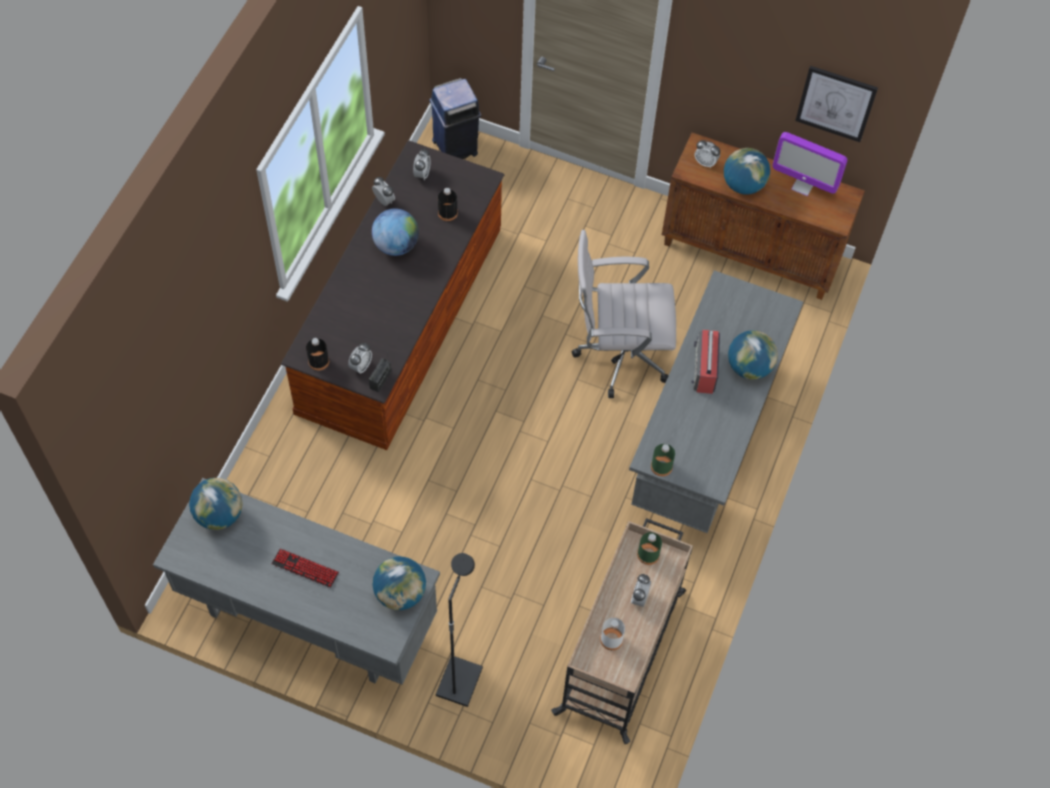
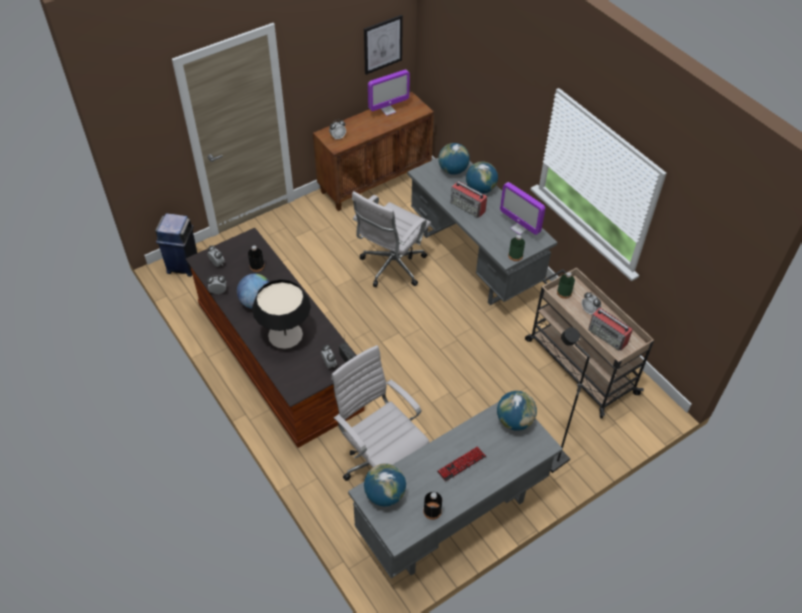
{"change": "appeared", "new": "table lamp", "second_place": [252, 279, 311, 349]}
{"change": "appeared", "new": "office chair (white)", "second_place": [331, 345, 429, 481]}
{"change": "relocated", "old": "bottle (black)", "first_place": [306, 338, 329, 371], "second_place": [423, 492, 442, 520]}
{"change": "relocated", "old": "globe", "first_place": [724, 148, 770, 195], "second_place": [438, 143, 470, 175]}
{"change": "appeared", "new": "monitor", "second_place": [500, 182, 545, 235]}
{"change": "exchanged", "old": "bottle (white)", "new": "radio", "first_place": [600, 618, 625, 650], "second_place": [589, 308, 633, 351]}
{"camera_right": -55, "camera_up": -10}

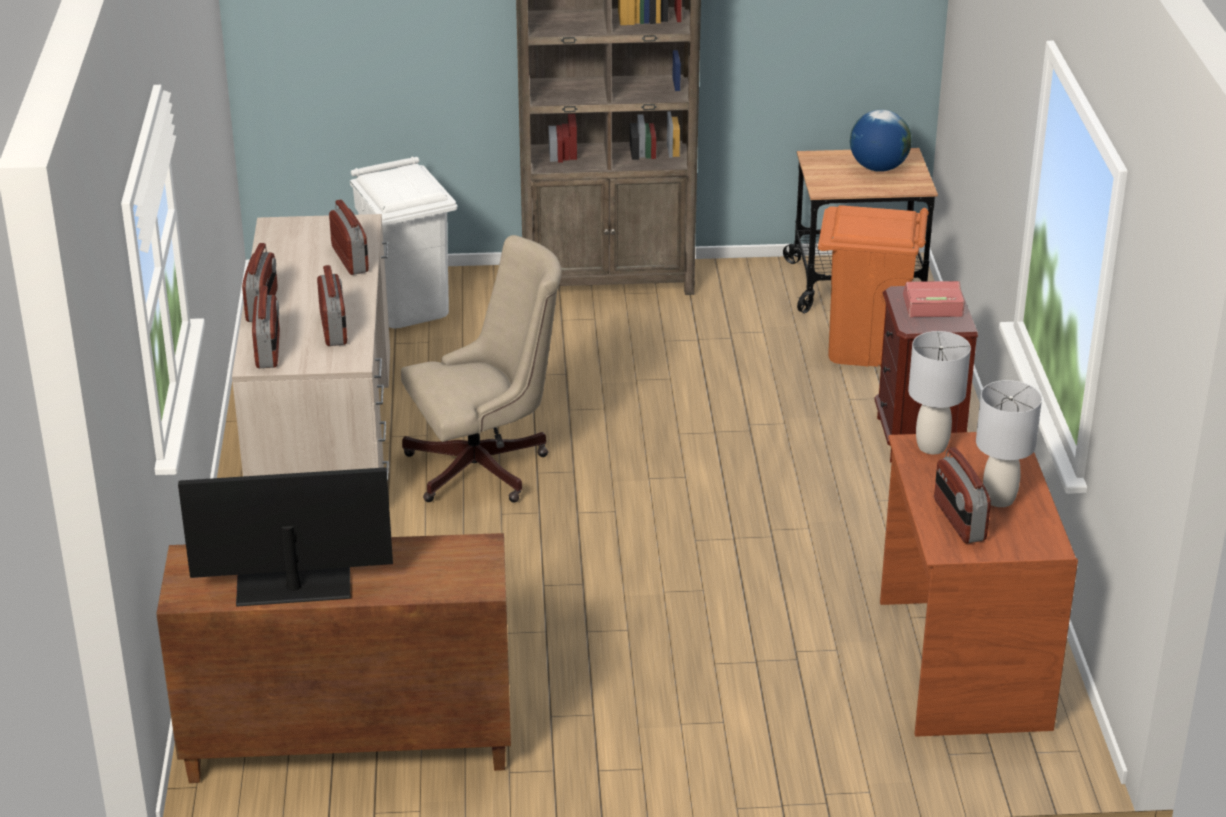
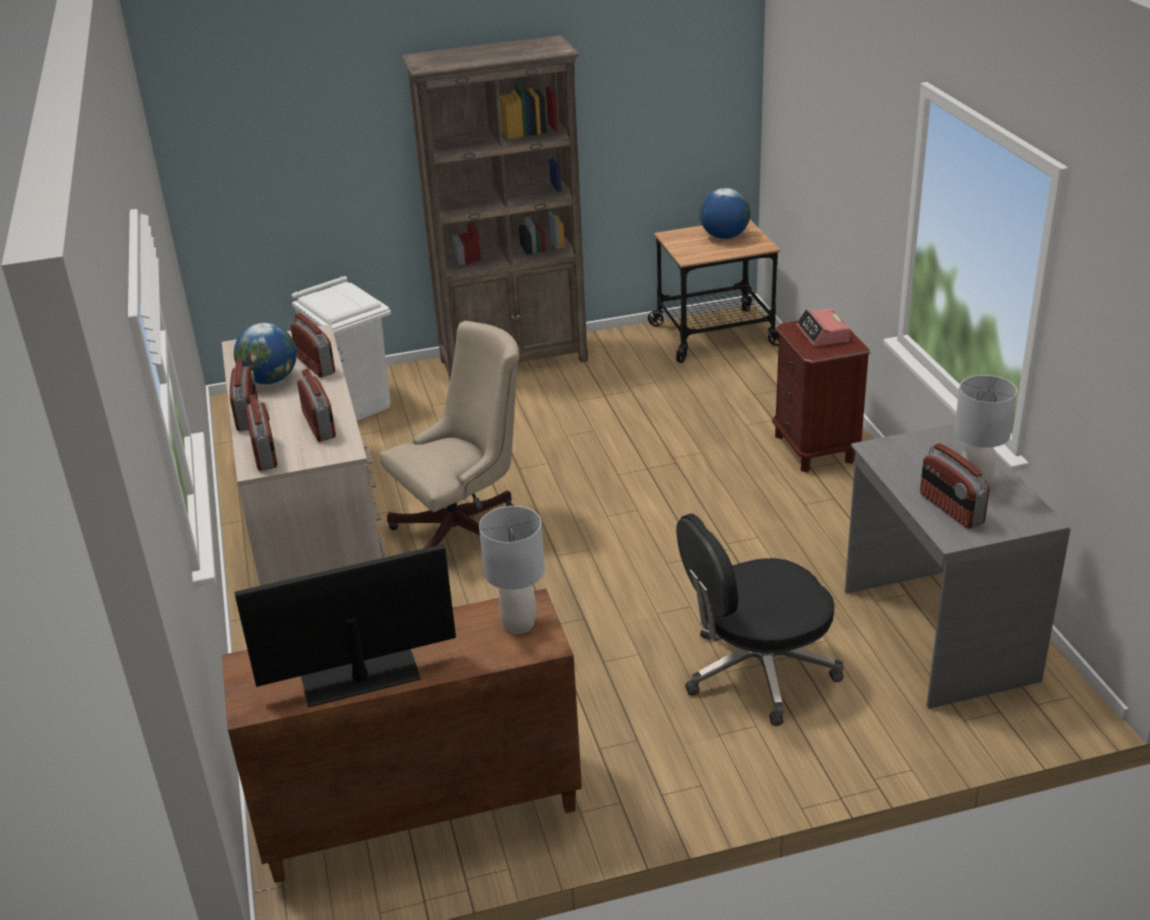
{"change": "appeared", "new": "globe", "second_place": [234, 323, 297, 384]}
{"change": "relocated", "old": "table lamp (grey)", "first_place": [908, 331, 971, 454], "second_place": [479, 506, 545, 634]}
{"change": "appeared", "new": "office chair (black)", "second_place": [676, 513, 844, 726]}
{"change": "spun", "old": "alarm clock", "first_place": [903, 281, 965, 317], "second_place": [796, 308, 850, 347], "degrees": -90}
{"change": "colour", "old": "desk (brown)", "new": "desk (grey)", "first_place": [880, 432, 1078, 737], "second_place": [845, 424, 1071, 709]}
{"change": "missing", "old": "trash can (orange)", "first_place": [818, 205, 929, 367]}
{"camera_right": -10, "camera_up": 0}

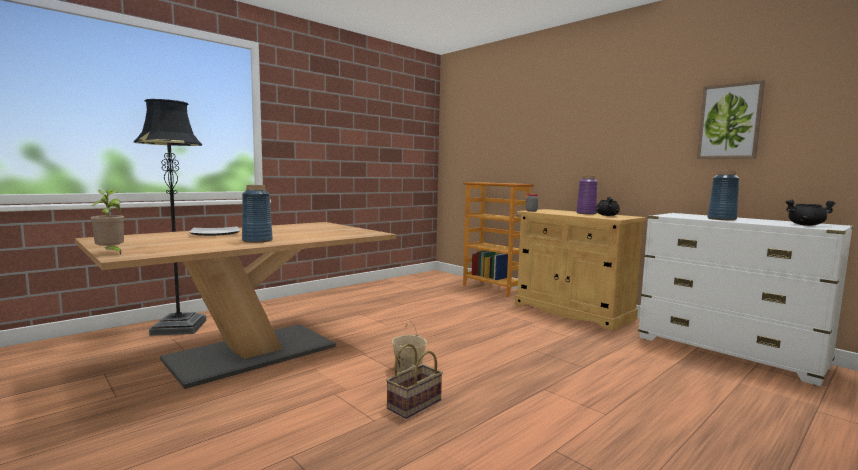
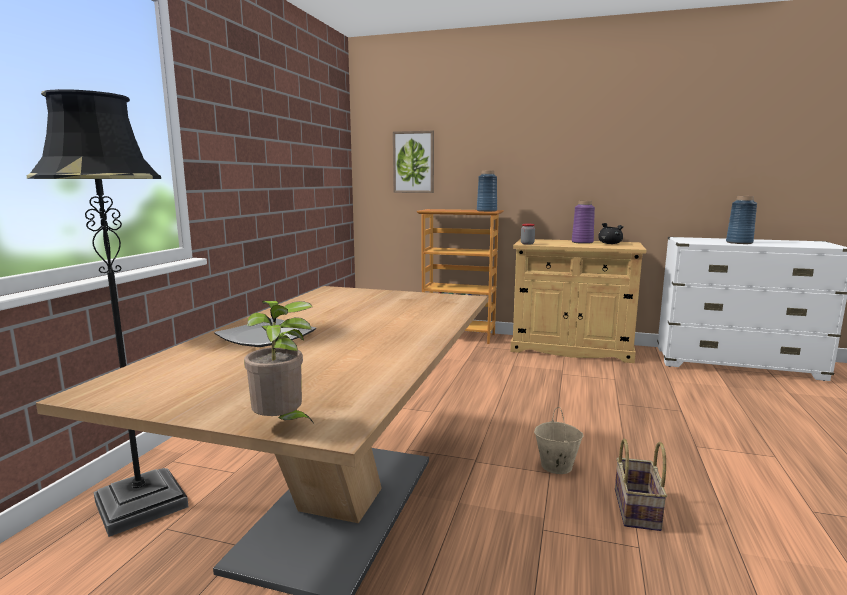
{"change": "relocated", "old": "picture", "first_place": [697, 80, 765, 159], "second_place": [393, 131, 434, 193]}
{"change": "relocated", "old": "vase (blue)", "first_place": [242, 185, 273, 243], "second_place": [477, 170, 497, 212]}
{"change": "missing", "old": "cooking pot (black)", "first_place": [785, 199, 836, 226]}
{"camera_right": -30, "camera_up": 5}

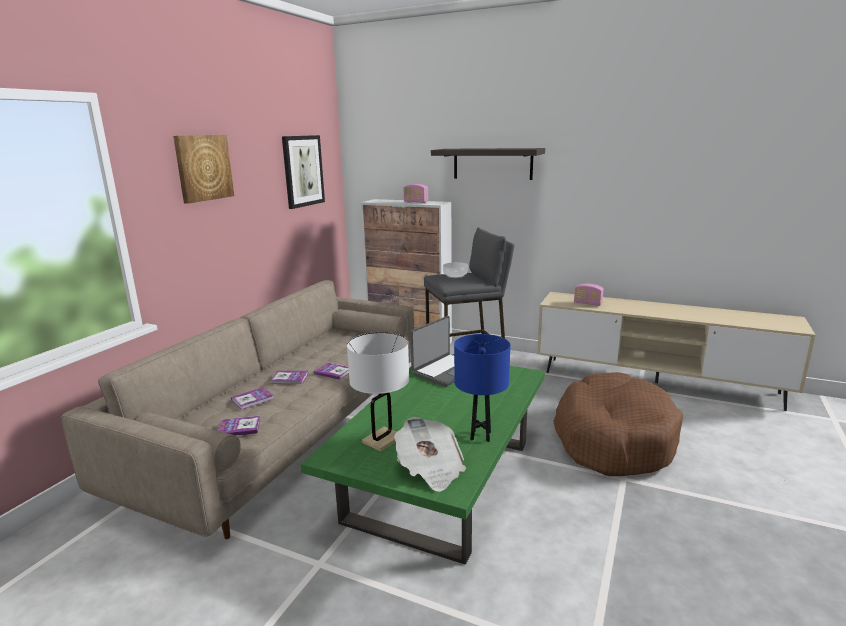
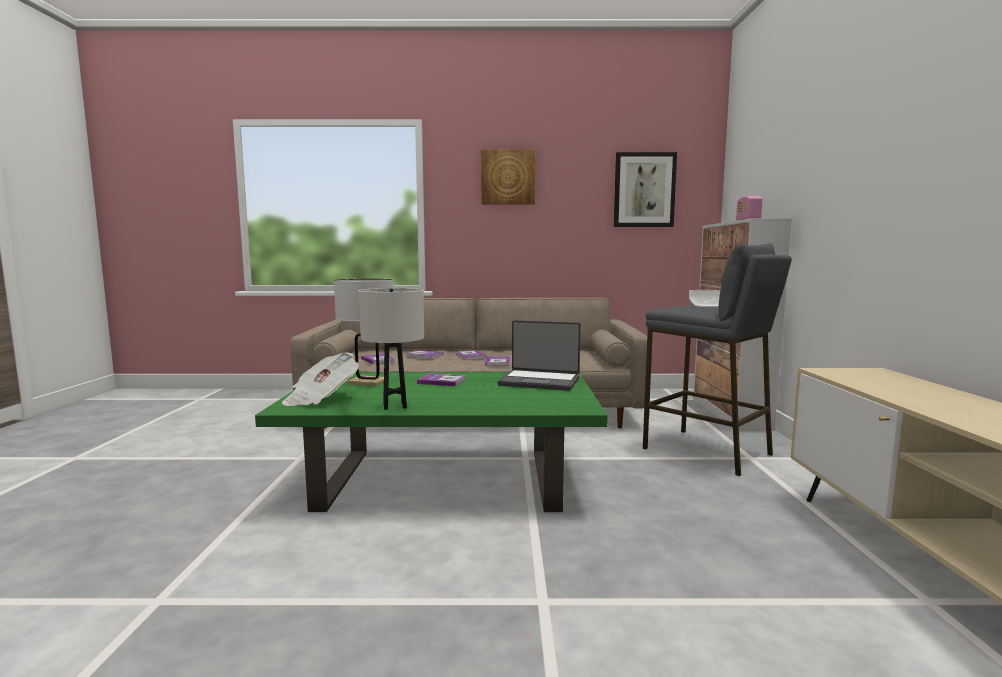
{"change": "colour", "old": "table lamp (blue)", "new": "table lamp (white)", "first_place": [454, 334, 511, 442], "second_place": [359, 288, 424, 410]}
{"change": "appeared", "new": "book", "second_place": [417, 374, 465, 386]}
{"change": "missing", "old": "shelf", "first_place": [431, 148, 545, 180]}
{"change": "missing", "old": "dog bed (brown)", "first_place": [553, 372, 683, 476]}
{"change": "missing", "old": "radio", "first_place": [574, 283, 604, 306]}
{"camera_right": 65, "camera_up": -10}

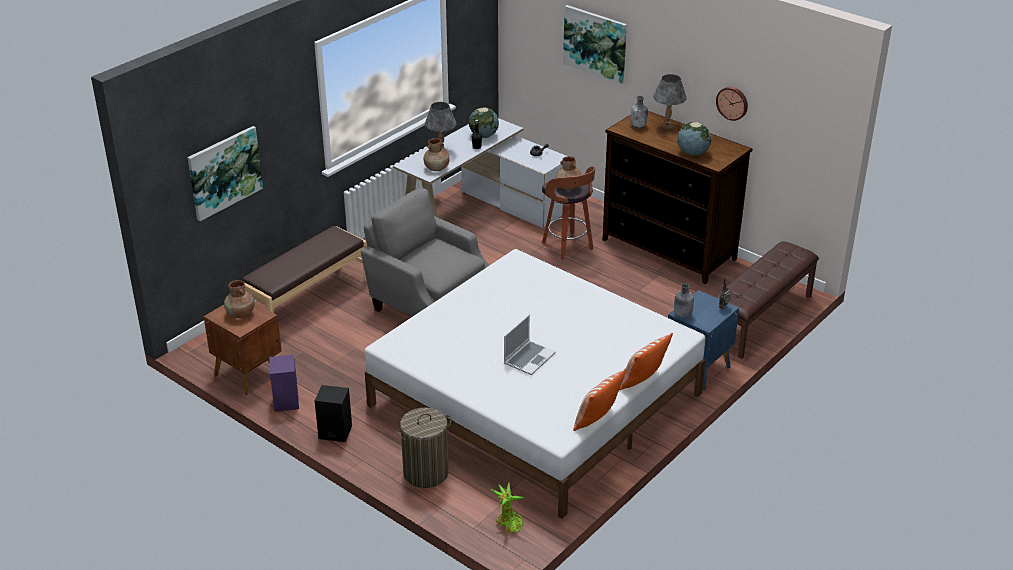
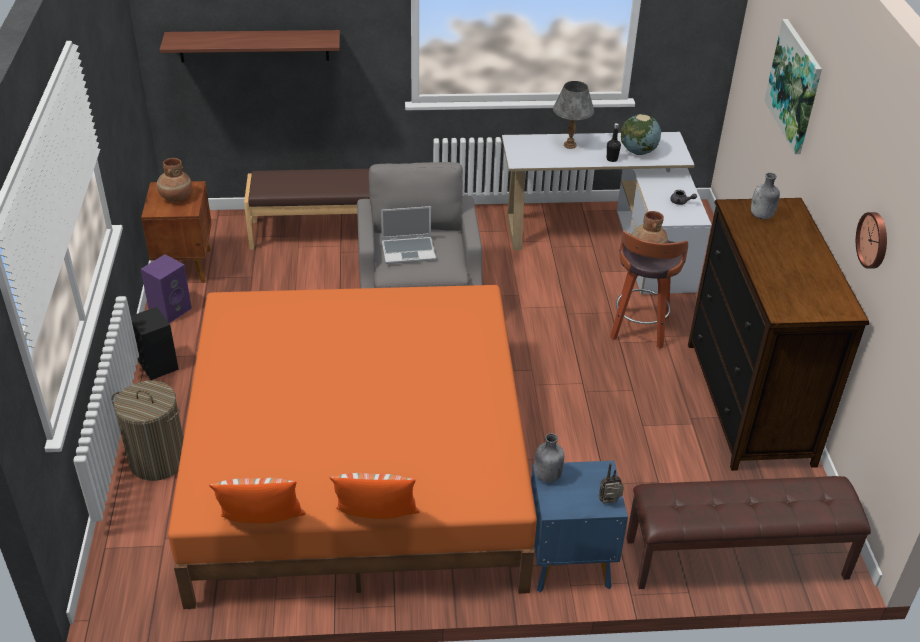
{"change": "exchanged", "old": "picture", "new": "shelf", "first_place": [187, 126, 263, 221], "second_place": [160, 30, 340, 62]}
{"change": "colour", "old": "bed (white)", "new": "bed (orange)", "first_place": [365, 249, 706, 519], "second_place": [168, 285, 537, 609]}
{"change": "relocated", "old": "laptop", "first_place": [504, 315, 556, 375], "second_place": [381, 206, 436, 264]}
{"change": "missing", "old": "vase (brown)", "first_place": [423, 138, 450, 171]}
{"change": "missing", "old": "potted plant", "first_place": [490, 483, 525, 532]}
{"change": "missing", "old": "table lamp (grey)", "first_place": [653, 74, 687, 129]}
{"change": "missing", "old": "globe", "first_place": [677, 122, 711, 156]}
{"camera_right": 45, "camera_up": 5}

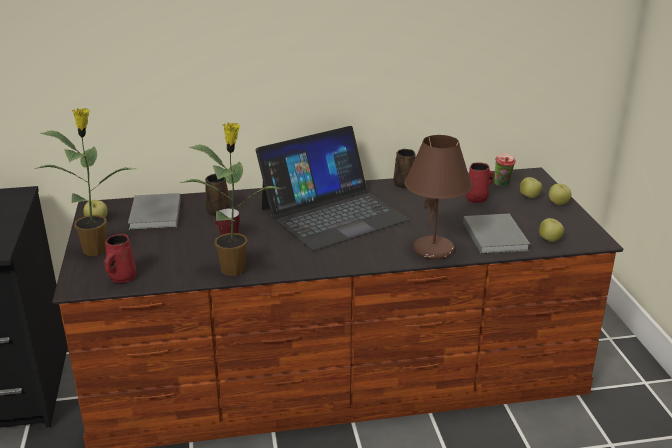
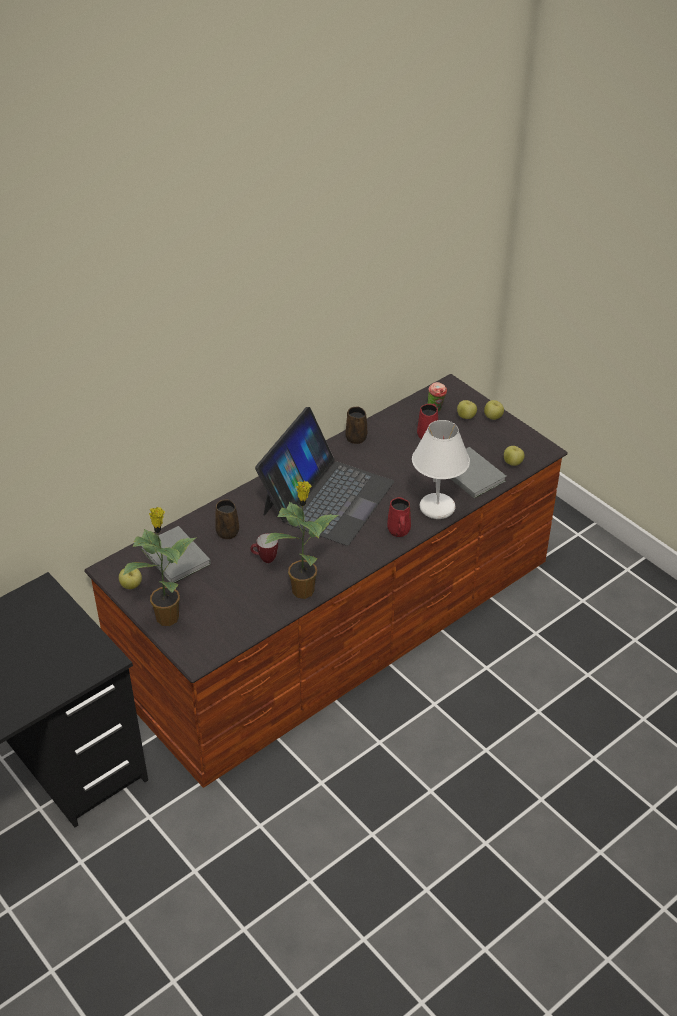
{"change": "relocated", "old": "mug (red)", "first_place": [104, 234, 136, 283], "second_place": [387, 497, 411, 537]}
{"change": "colour", "old": "table lamp (brown)", "new": "table lamp (white)", "first_place": [404, 135, 472, 259], "second_place": [412, 420, 470, 519]}
{"camera_right": -30, "camera_up": 15}

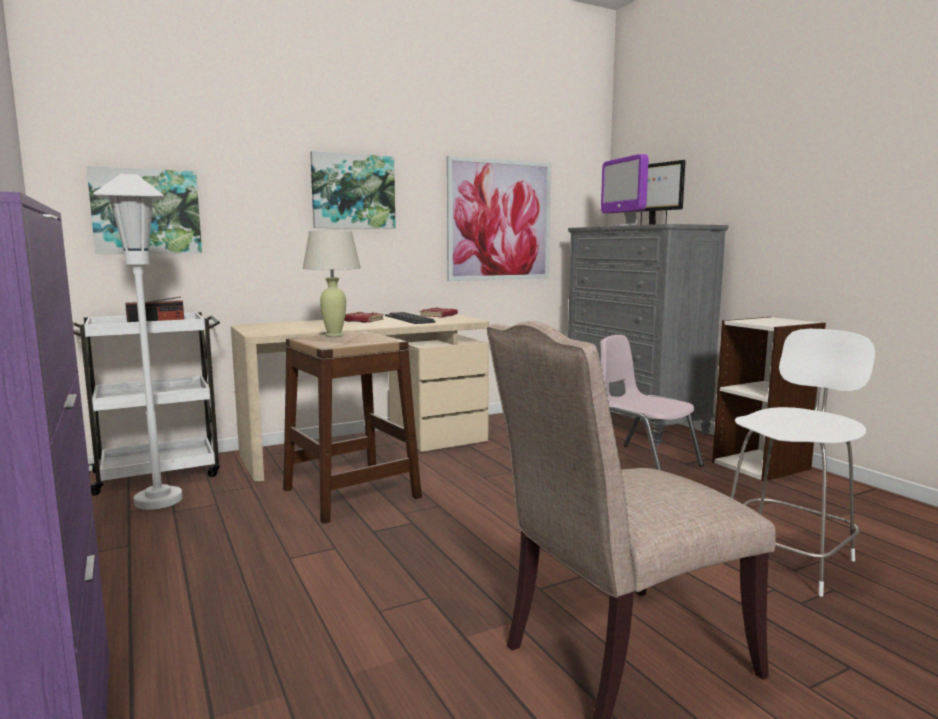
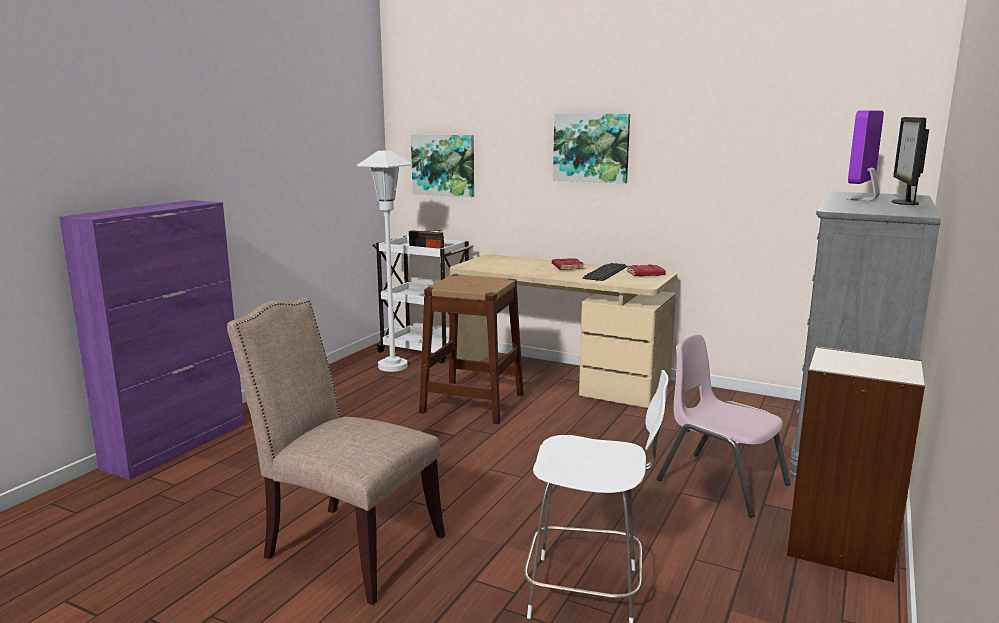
{"change": "spun", "old": "chair (pink)", "first_place": [600, 335, 704, 471], "second_place": [657, 334, 791, 517], "degrees": -60}
{"change": "missing", "old": "table lamp (beige)", "first_place": [303, 231, 361, 336]}
{"change": "missing", "old": "picture", "first_place": [447, 156, 551, 281]}
{"camera_right": 55, "camera_up": 5}

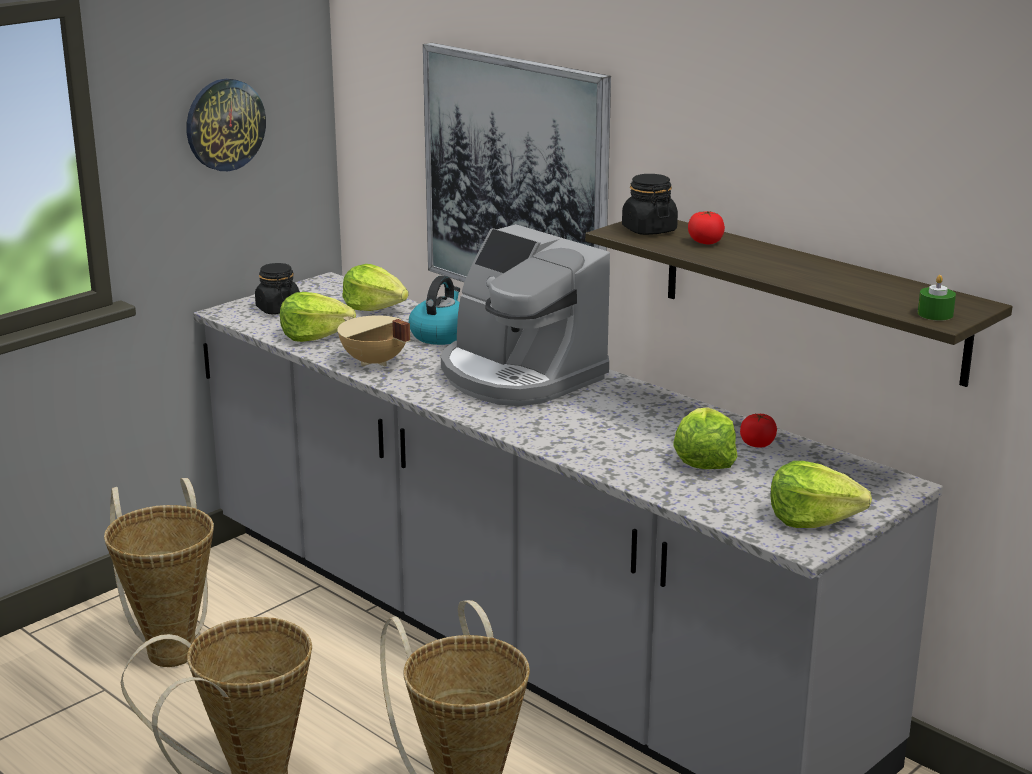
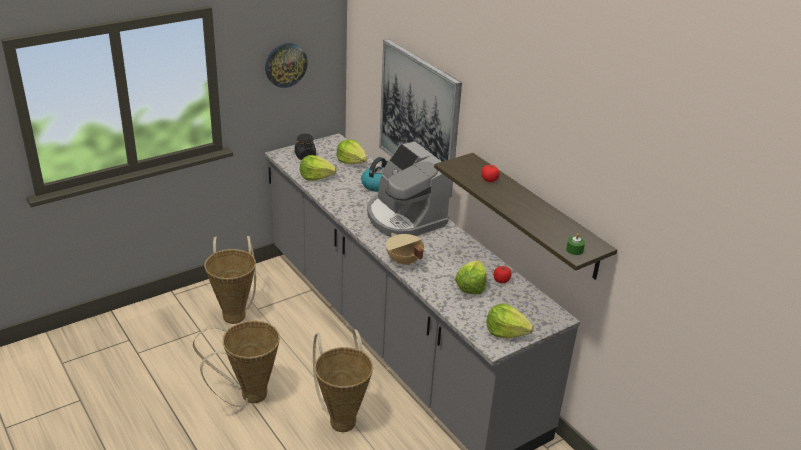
{"change": "relocated", "old": "cooking pot (beige)", "first_place": [337, 315, 410, 367], "second_place": [386, 233, 425, 266]}
{"change": "missing", "old": "jar (black)", "first_place": [622, 174, 678, 235]}
{"camera_right": 10, "camera_up": 10}

